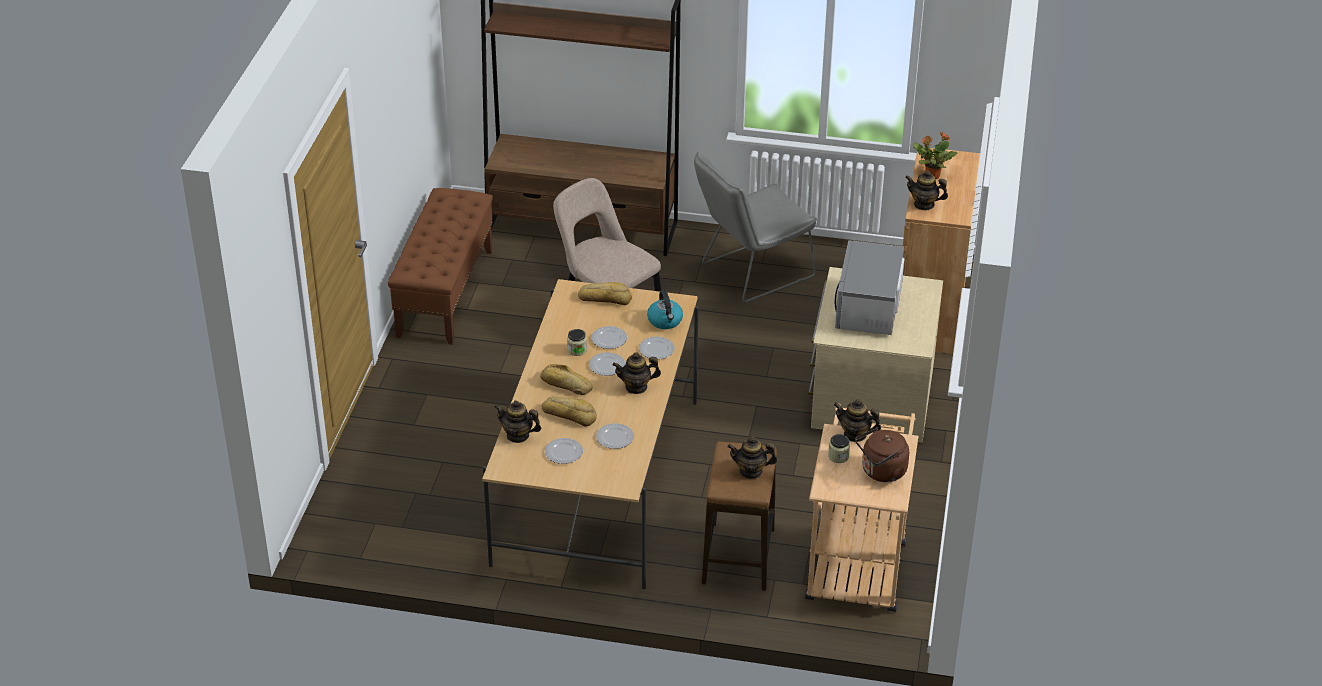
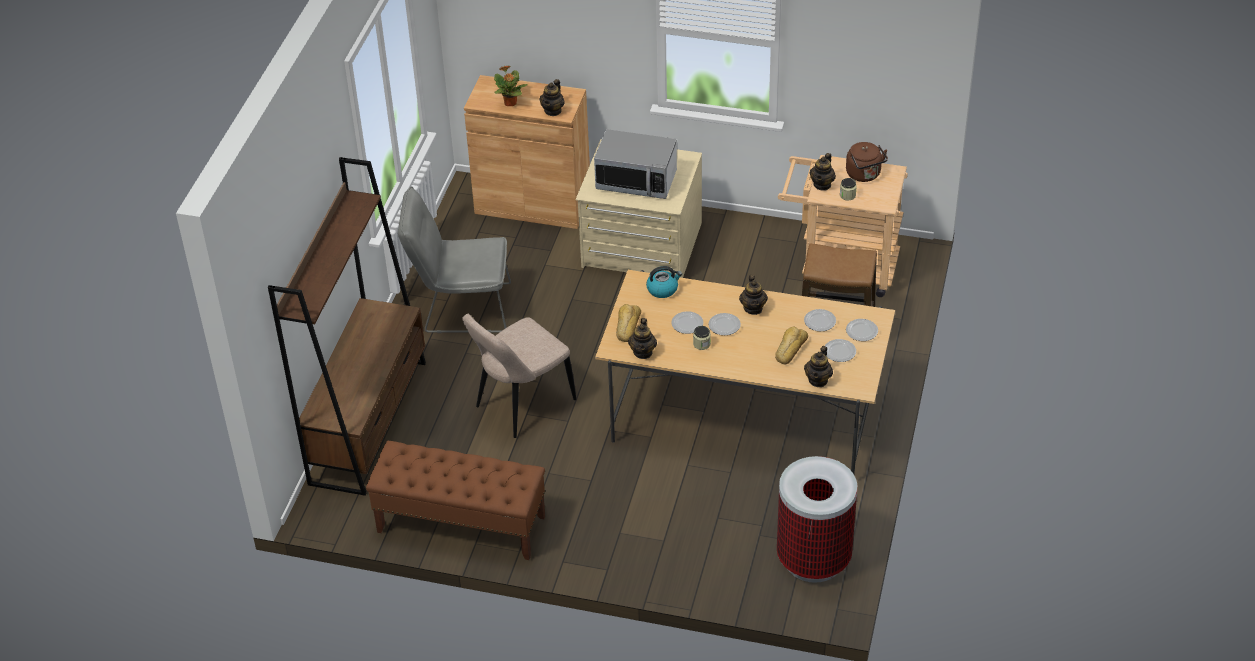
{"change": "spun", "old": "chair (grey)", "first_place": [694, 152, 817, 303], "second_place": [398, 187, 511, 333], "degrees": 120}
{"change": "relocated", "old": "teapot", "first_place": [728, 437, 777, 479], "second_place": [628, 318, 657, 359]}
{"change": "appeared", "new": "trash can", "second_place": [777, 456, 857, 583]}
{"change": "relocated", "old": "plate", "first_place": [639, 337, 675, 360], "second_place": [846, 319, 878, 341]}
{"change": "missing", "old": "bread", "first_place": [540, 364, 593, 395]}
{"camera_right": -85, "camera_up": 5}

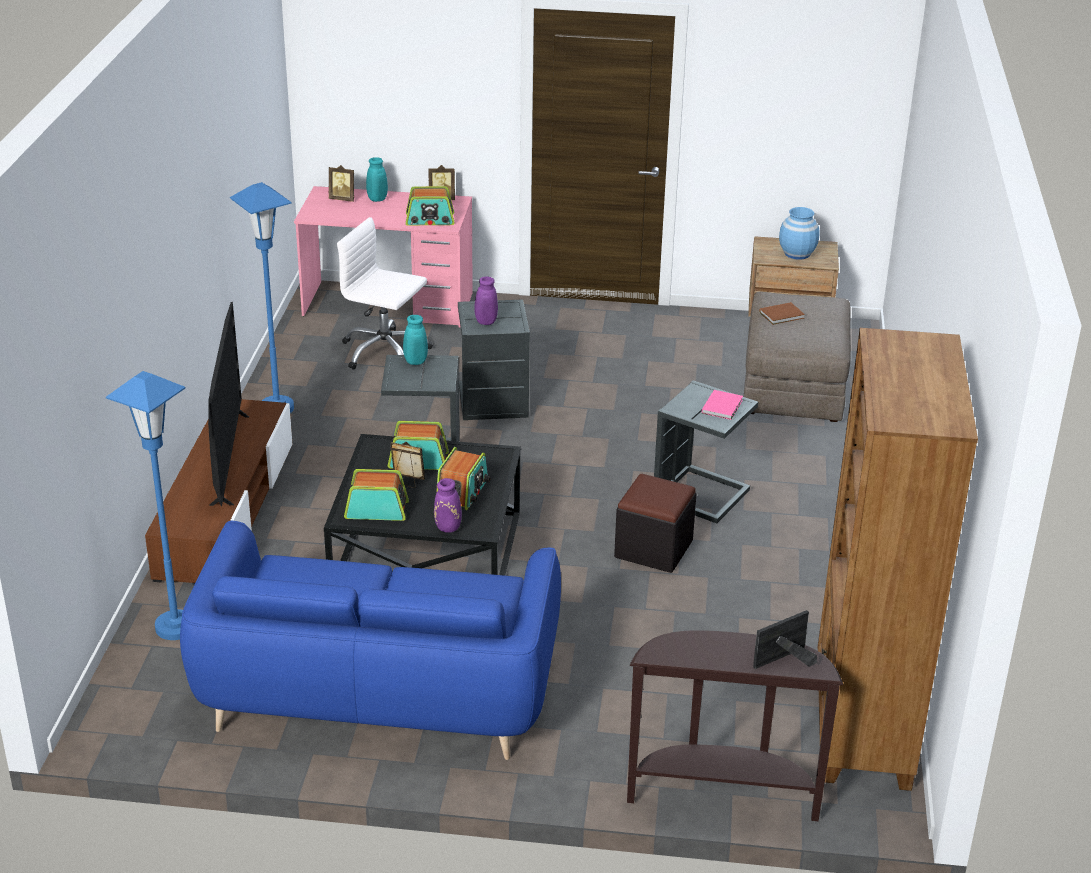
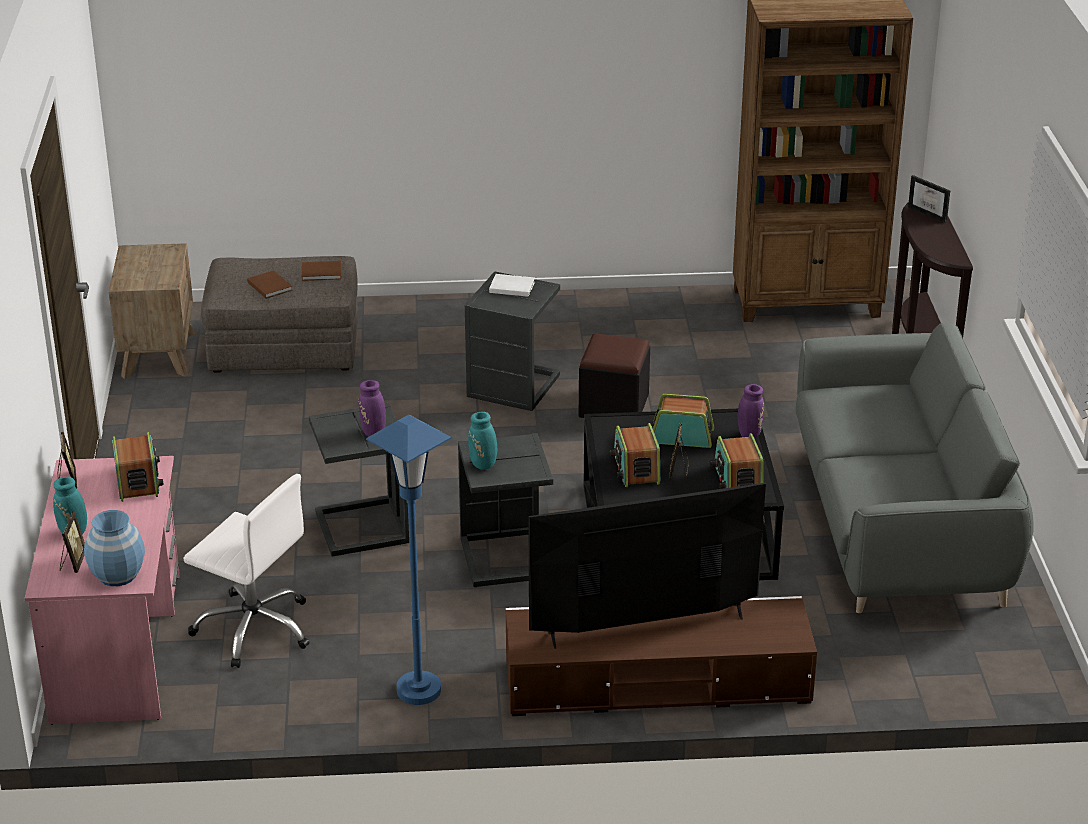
{"change": "relocated", "old": "vase (blue)", "first_place": [779, 207, 820, 260], "second_place": [84, 510, 145, 586]}
{"change": "spun", "old": "office chair (white)", "first_place": [337, 217, 433, 370], "second_place": [183, 474, 310, 668], "degrees": -75}
{"change": "appeared", "new": "book (brown)", "second_place": [302, 261, 341, 281]}
{"change": "colour", "old": "book (pink)", "new": "book (white)", "first_place": [702, 390, 743, 420], "second_place": [489, 274, 535, 297]}
{"change": "colour", "old": "sofa (blue)", "new": "sofa (grey)", "first_place": [180, 521, 561, 760], "second_place": [796, 323, 1034, 613]}
{"change": "missing", "old": "floor lamp (blue)", "first_place": [106, 371, 186, 640]}
{"camera_right": -100, "camera_up": 0}

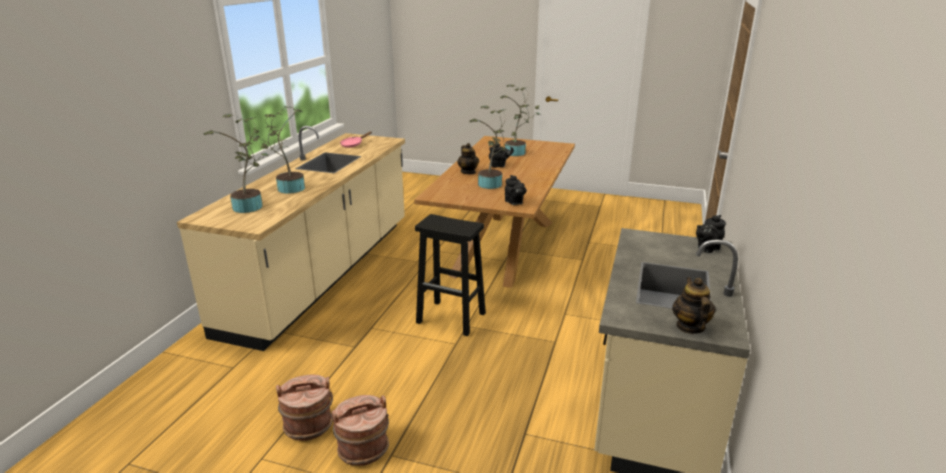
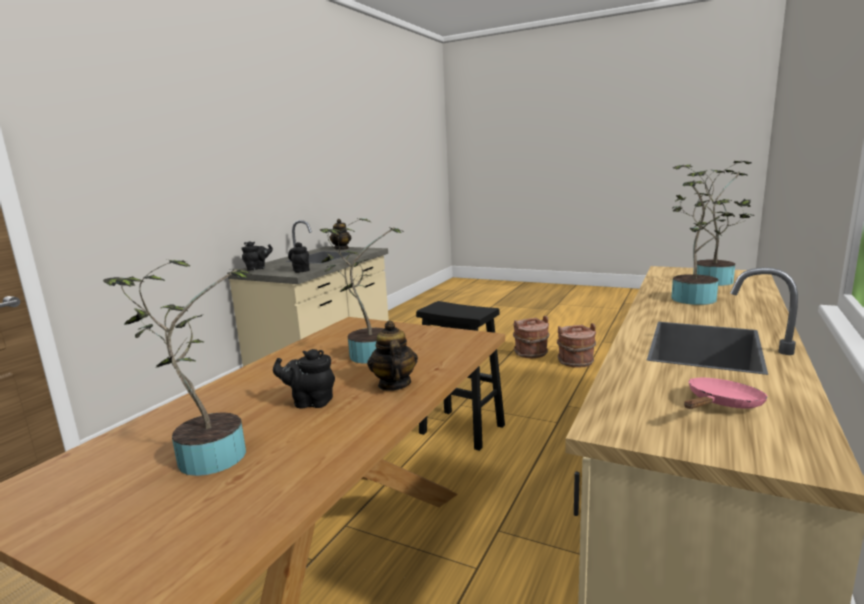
{"change": "relocated", "old": "teapot (black)", "first_place": [505, 175, 527, 205], "second_place": [288, 242, 310, 273]}
{"camera_right": -170, "camera_up": -10}

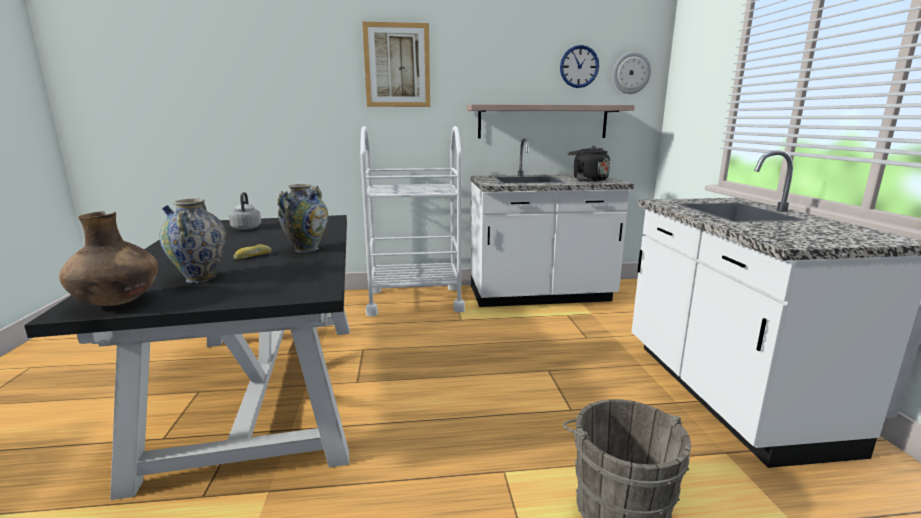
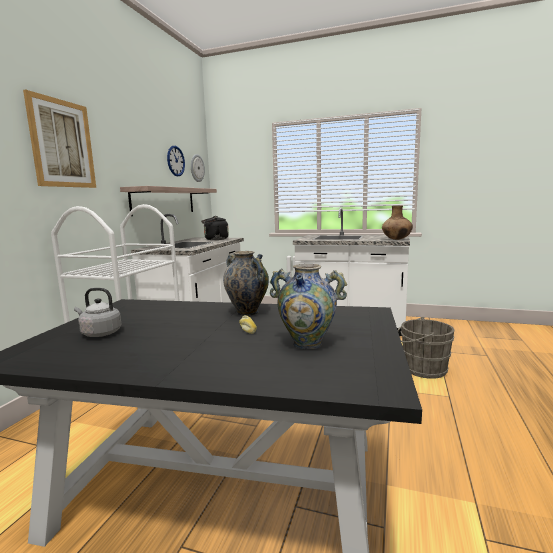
{"change": "relocated", "old": "vase (brown)", "first_place": [59, 211, 158, 306], "second_place": [382, 205, 413, 240]}
{"camera_right": -65, "camera_up": -5}

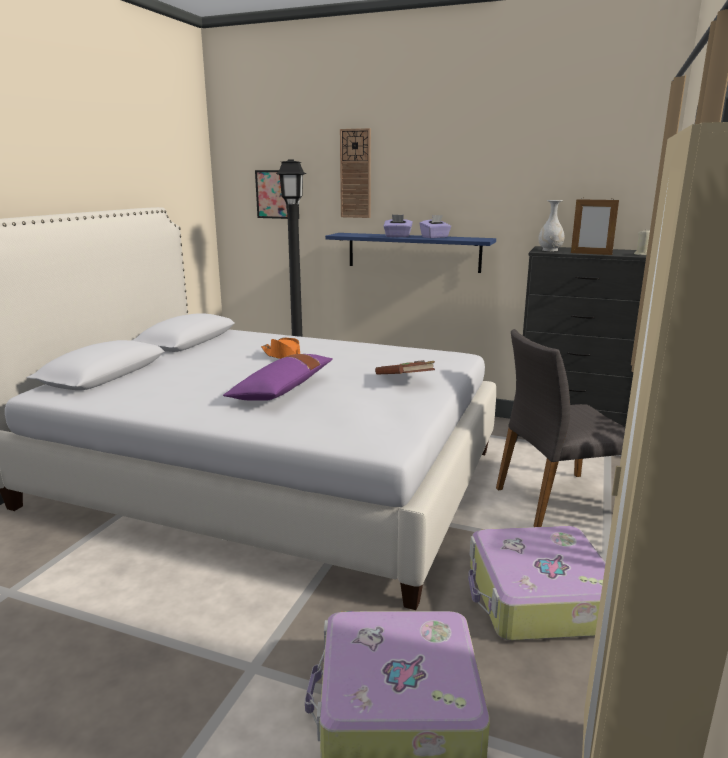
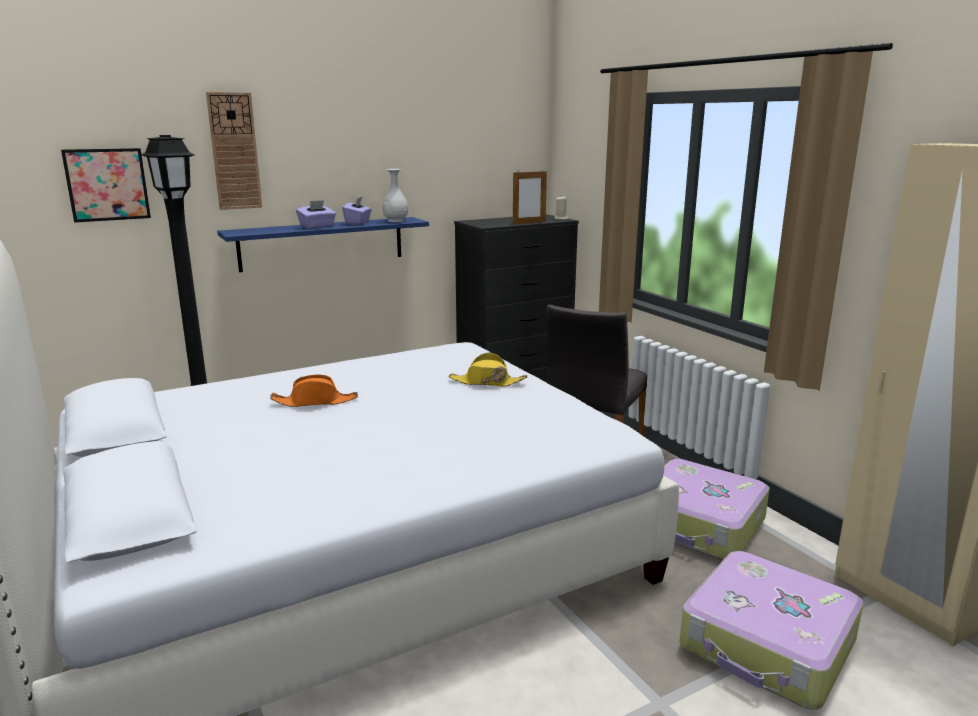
{"change": "relocated", "old": "vase (white)", "first_place": [538, 200, 565, 251], "second_place": [382, 169, 408, 222]}
{"change": "exchanged", "old": "book (brown)", "new": "hat (yellow)", "first_place": [375, 360, 435, 375], "second_place": [449, 353, 527, 387]}
{"change": "missing", "old": "pillow (purple)", "first_place": [223, 354, 333, 401]}
{"camera_right": -50, "camera_up": 0}

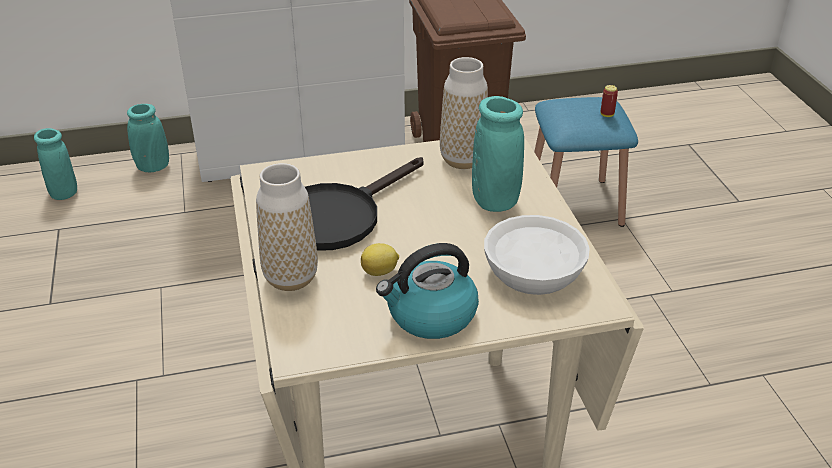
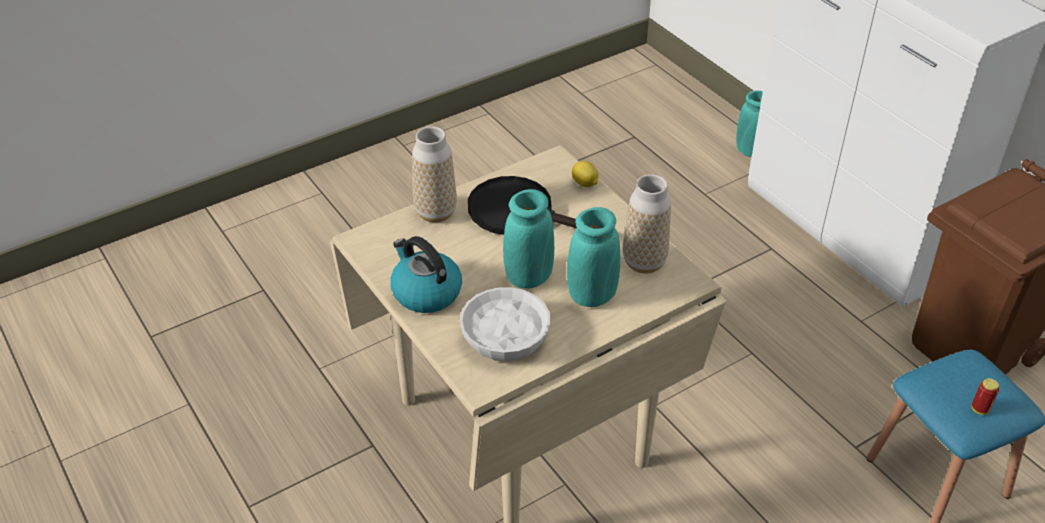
{"change": "relocated", "old": "vase (turquoise)", "first_place": [34, 128, 77, 200], "second_place": [503, 189, 554, 288]}
{"change": "relocated", "old": "lemon", "first_place": [361, 243, 399, 276], "second_place": [572, 161, 599, 187]}
{"camera_right": 70, "camera_up": 5}

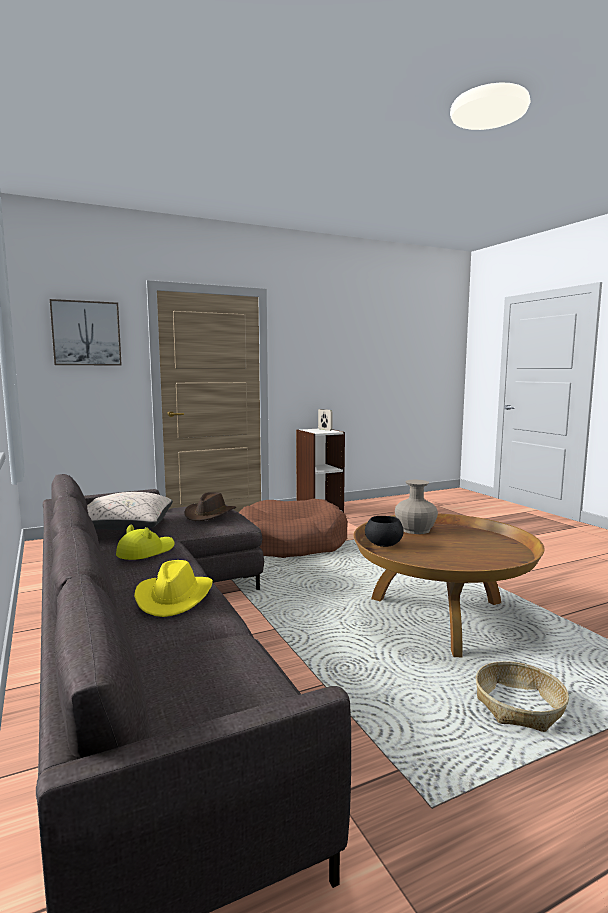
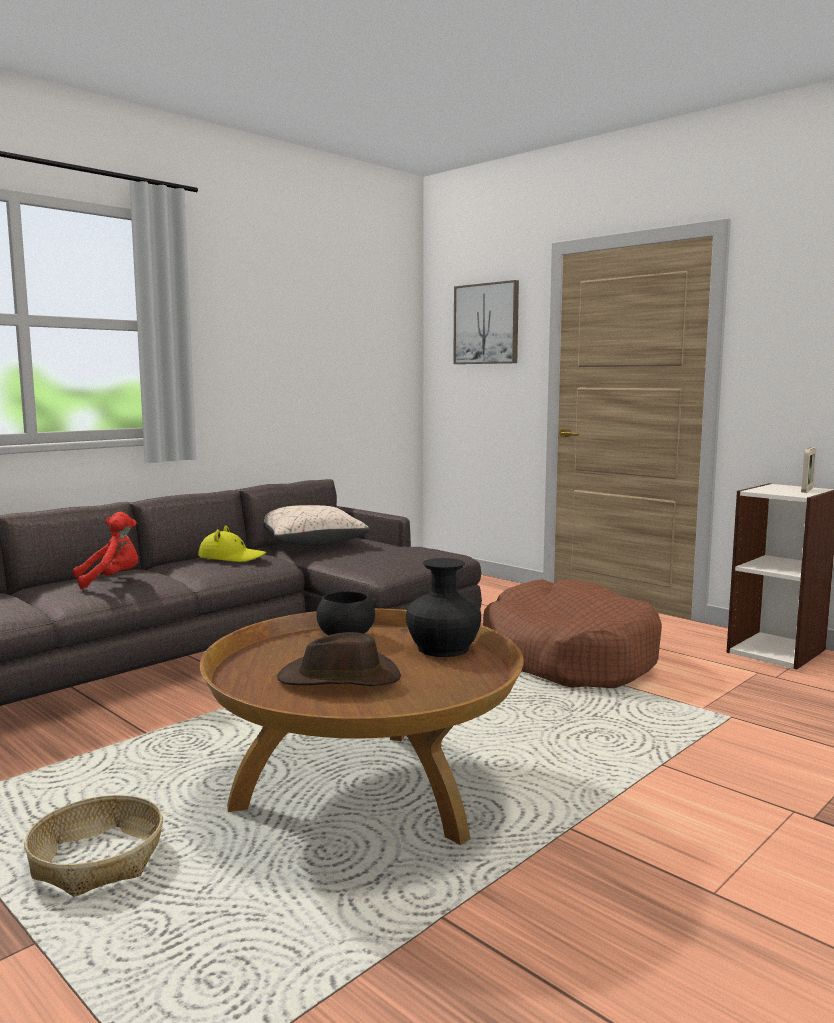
{"change": "exchanged", "old": "hat (yellow)", "new": "plush toy (red)", "first_place": [134, 560, 213, 617], "second_place": [73, 512, 138, 589]}
{"change": "relocated", "old": "hat (brown)", "first_place": [185, 492, 236, 521], "second_place": [277, 632, 401, 686]}
{"change": "colour", "old": "vase (beige)", "new": "vase (black)", "first_place": [395, 480, 438, 534], "second_place": [406, 558, 481, 657]}
{"camera_right": 70, "camera_up": 0}

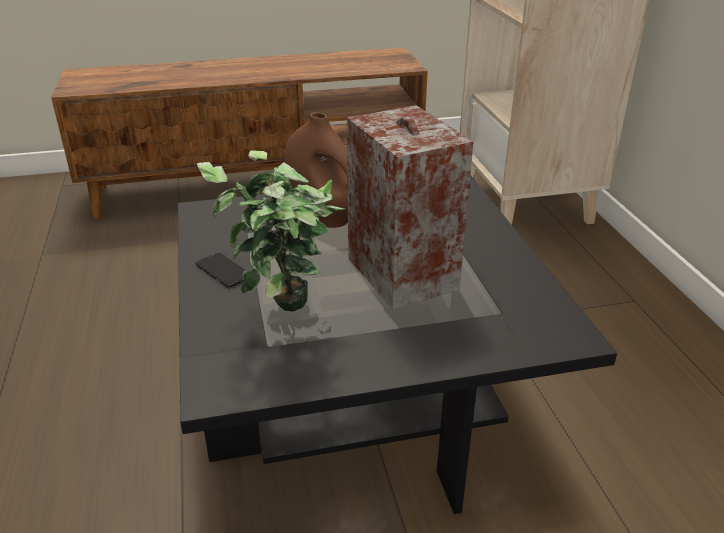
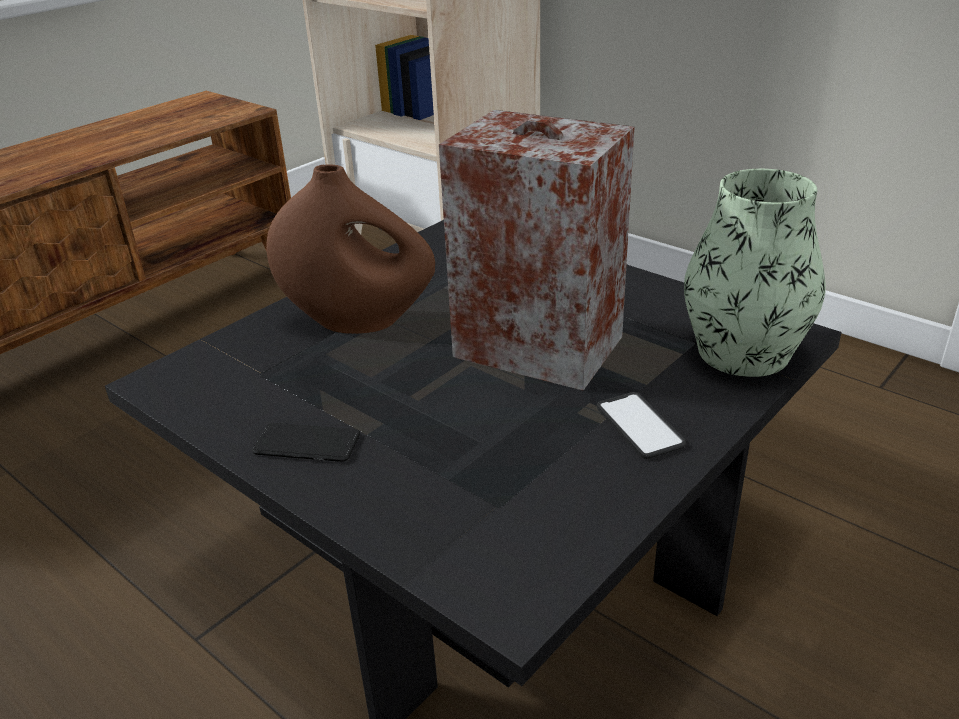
{"change": "appeared", "new": "phone", "second_place": [597, 392, 686, 459]}
{"change": "appeared", "new": "vase", "second_place": [684, 169, 826, 377]}
{"change": "missing", "old": "potted plant", "first_place": [197, 150, 344, 312]}
{"camera_right": -35, "camera_up": 0}

